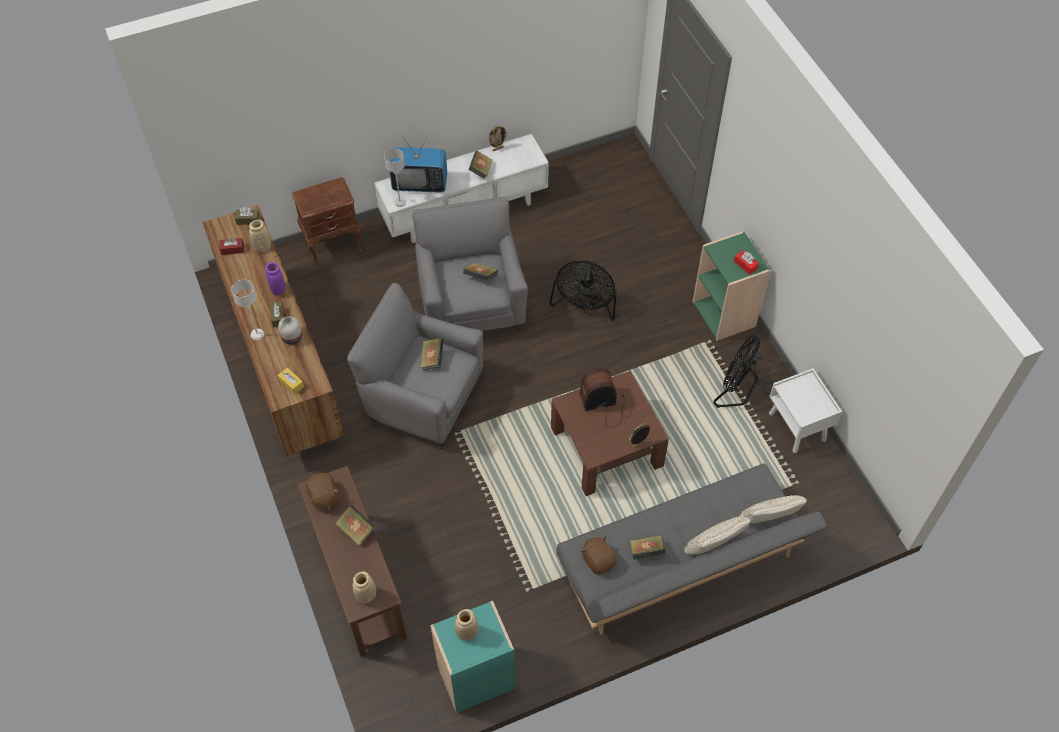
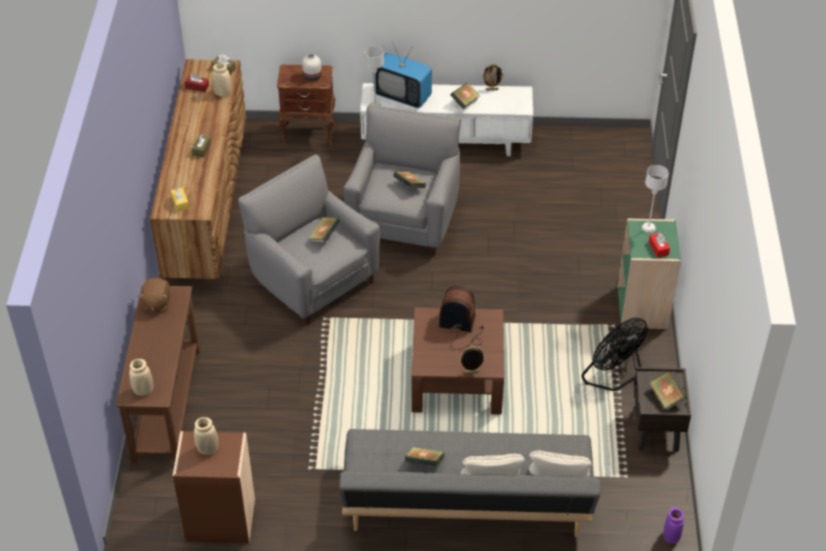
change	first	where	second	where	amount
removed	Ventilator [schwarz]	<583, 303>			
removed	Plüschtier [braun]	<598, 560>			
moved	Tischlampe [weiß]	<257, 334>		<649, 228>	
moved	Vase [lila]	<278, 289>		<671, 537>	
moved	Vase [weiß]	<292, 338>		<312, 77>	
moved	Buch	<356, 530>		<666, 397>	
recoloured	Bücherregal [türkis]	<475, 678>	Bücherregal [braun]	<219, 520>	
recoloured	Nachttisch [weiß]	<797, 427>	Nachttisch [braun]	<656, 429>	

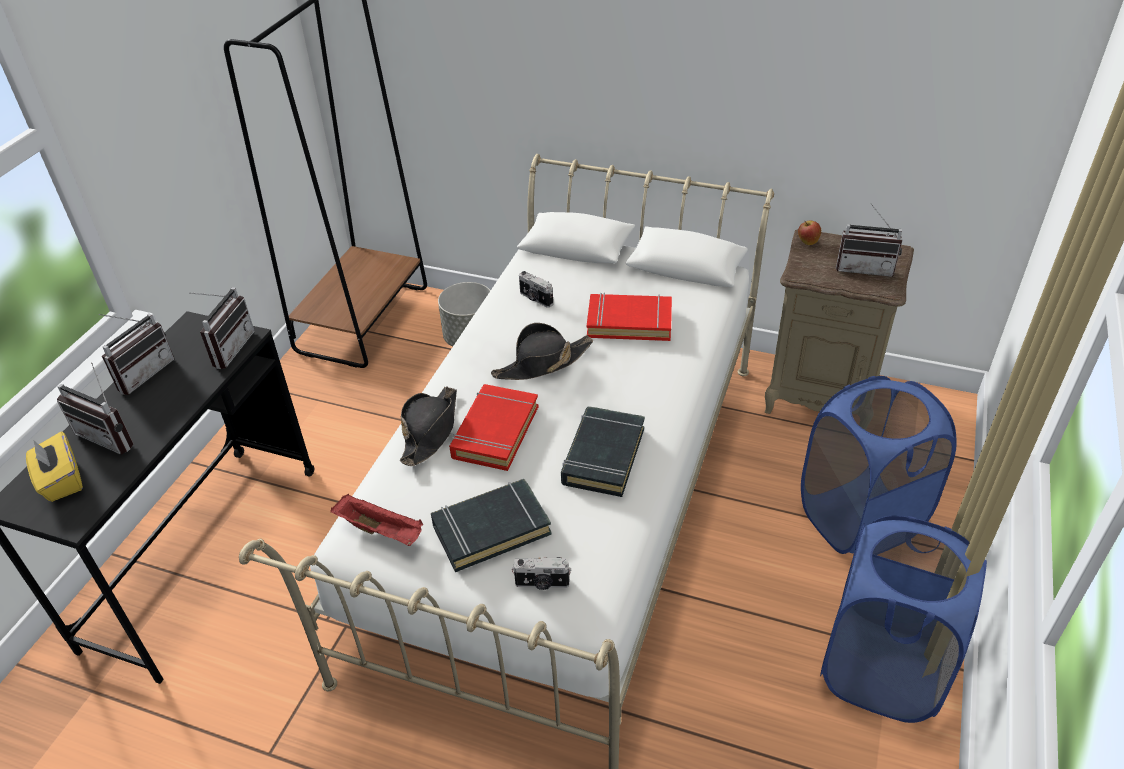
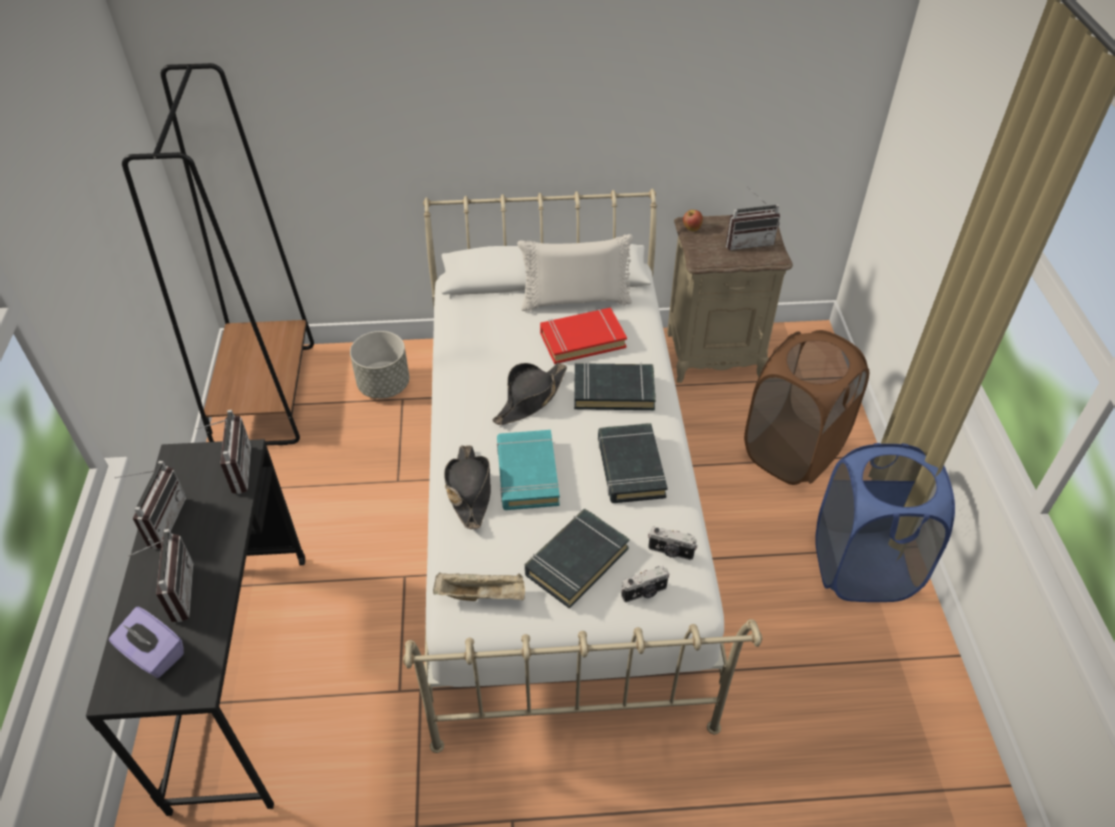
change	first	where	second	where	amount
added			Kissen [weiß]	<575, 300>	
added			Buch [schwarz]	<613, 391>	
moved	Kamera	<535, 299>		<670, 552>	
recoloured	Taschentuchbox [gelb]	<61, 481>	Taschentuchbox [lila]	<153, 654>	
recoloured	Tablett [rot]	<381, 530>	Tablett [beige]	<482, 594>	
recoloured	Buch [rot]	<495, 432>	Buch [türkis]	<527, 474>	
recoloured	Wäschekorb [blau]	<860, 519>	Wäschekorb [braun]	<792, 451>	
turned	Radio	<112, 435>		<174, 593>	105 degrees counterclockwise

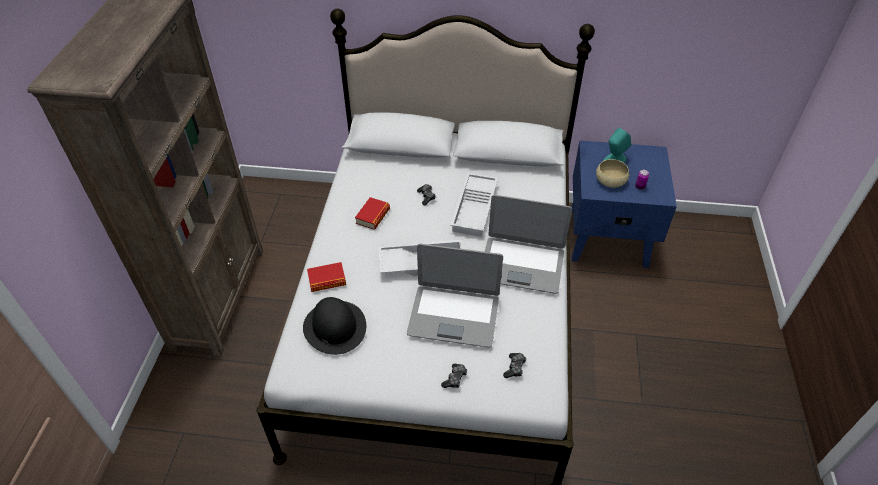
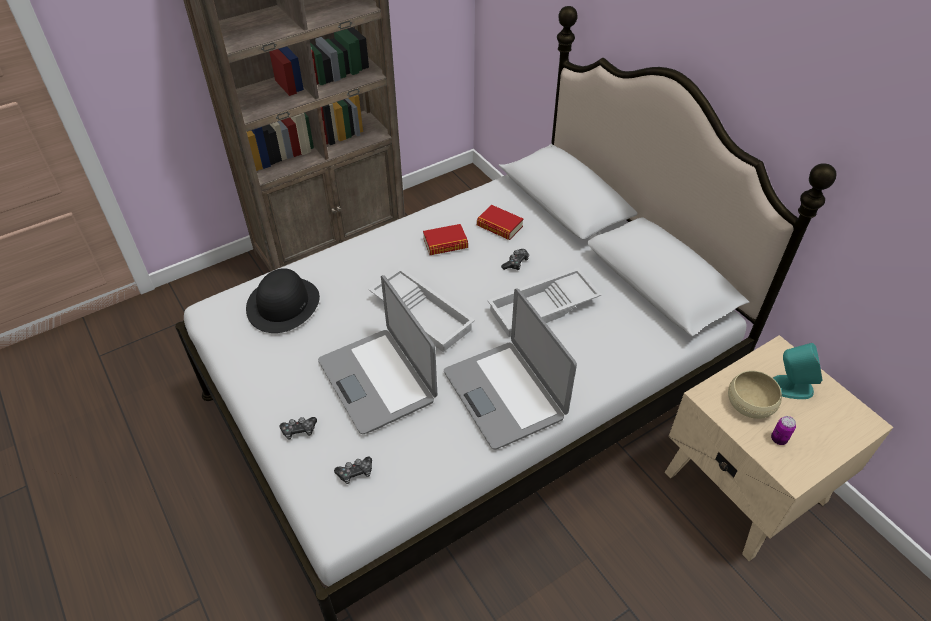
change	first	where	second	where	amount
moved	Buch	<327, 280>		<499, 226>	
recoloured	Nachttisch [blau]	<609, 237>	Nachttisch [beige]	<746, 488>	

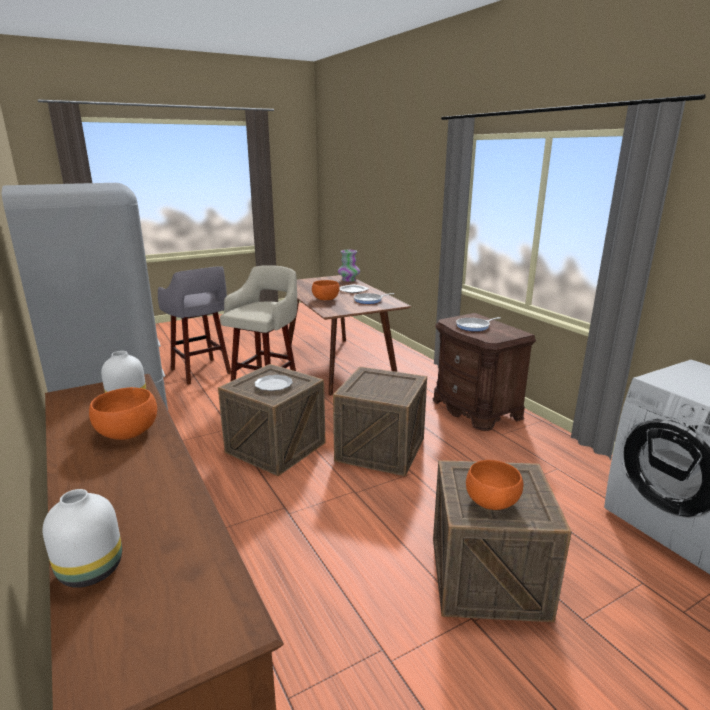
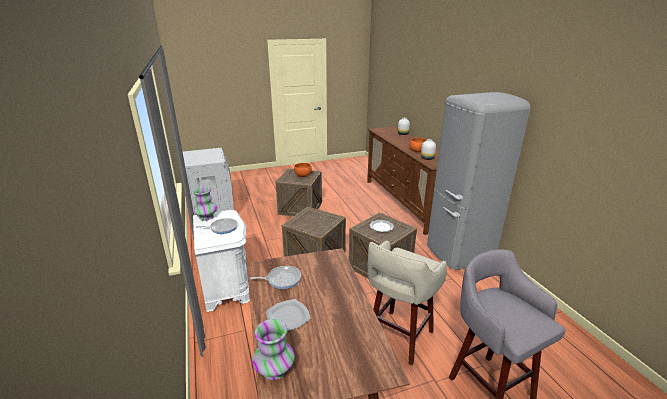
change	first	where	second	where	amount
removed	Schüssel [orange]	<325, 299>			
added			Vase	<206, 217>	
recoloured	Nachttisch [braun]	<473, 409>	Nachttisch [weiß]	<228, 285>	

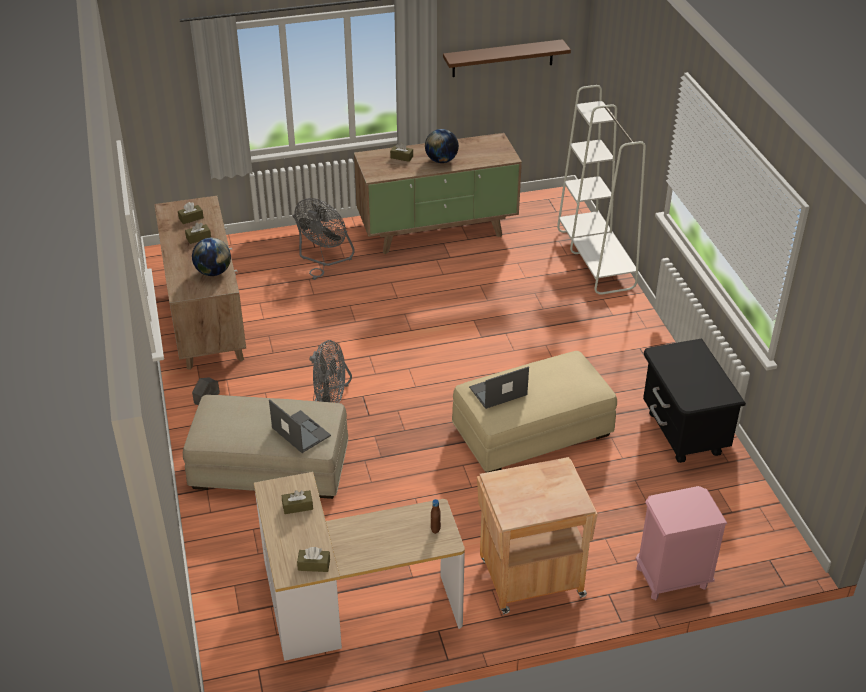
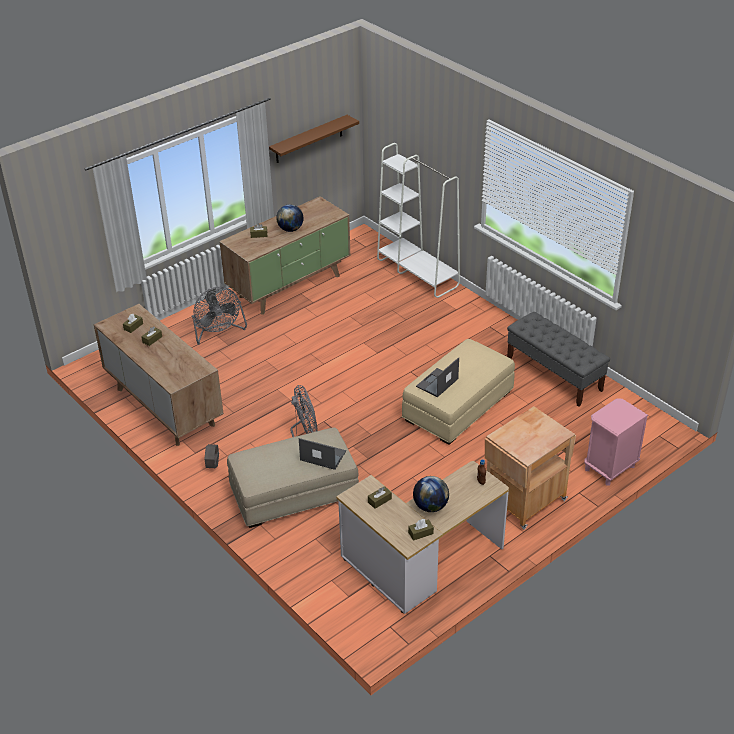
change	first	where	second	where	amount
moved	Globus	<213, 272>		<430, 506>	
replaced	Nachttisch [schwarz]	<681, 433>	Bank [grau]	<554, 375>	
turned	Ventilator [grau]	<320, 258>		<216, 332>	150 degrees clockwise

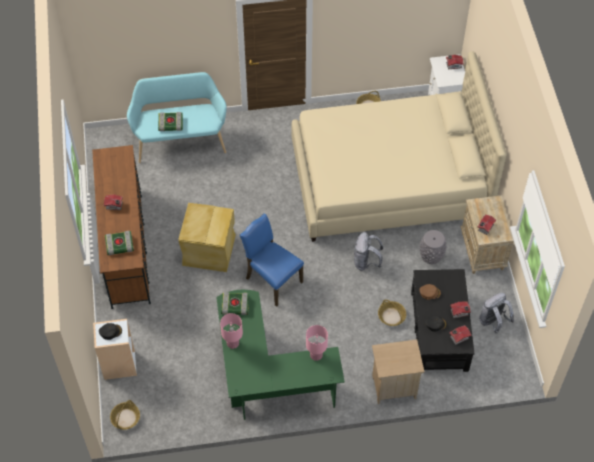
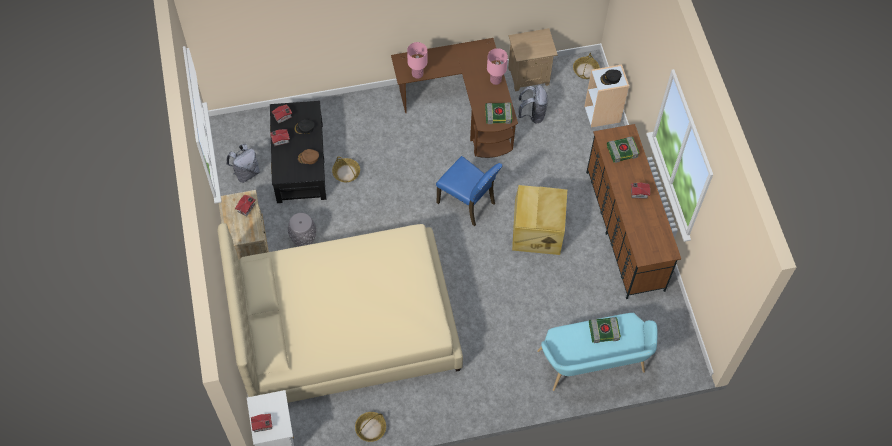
change	first	where	second	where	amount
moved	Rucksack [grau]	<366, 262>		<532, 114>	
moved	Nachttisch [beige]	<393, 386>		<529, 77>	
recoloured	Schreibtisch [grün]	<266, 379>	Schreibtisch [braun]	<463, 109>	

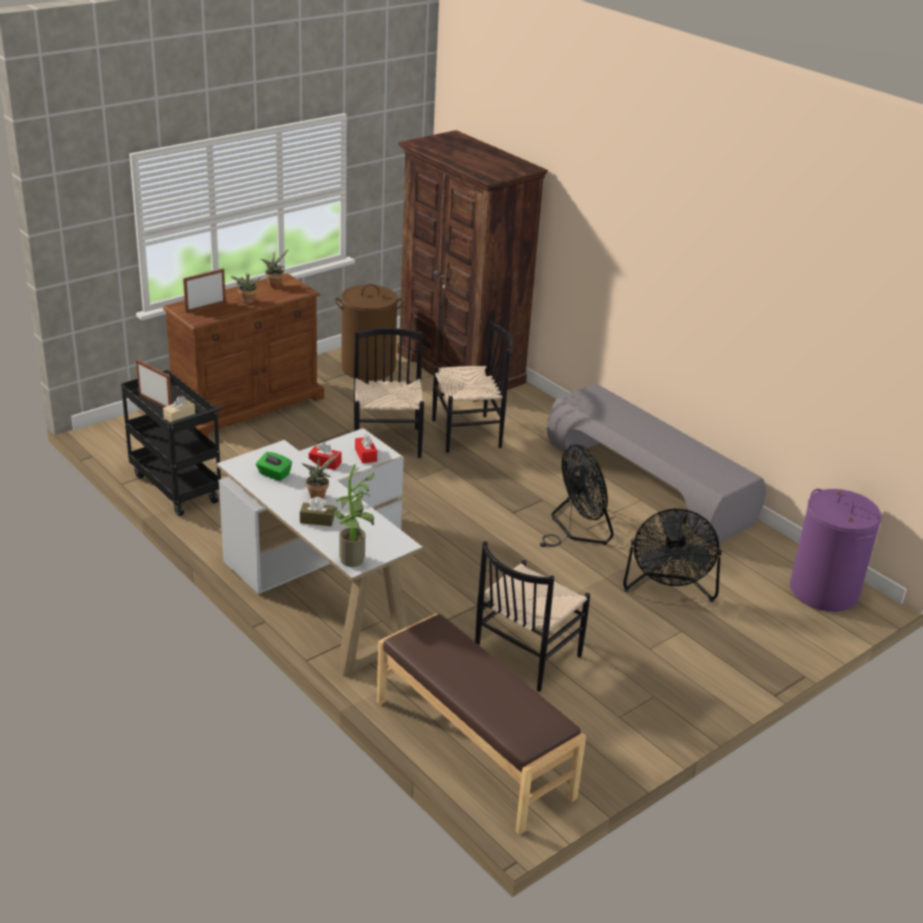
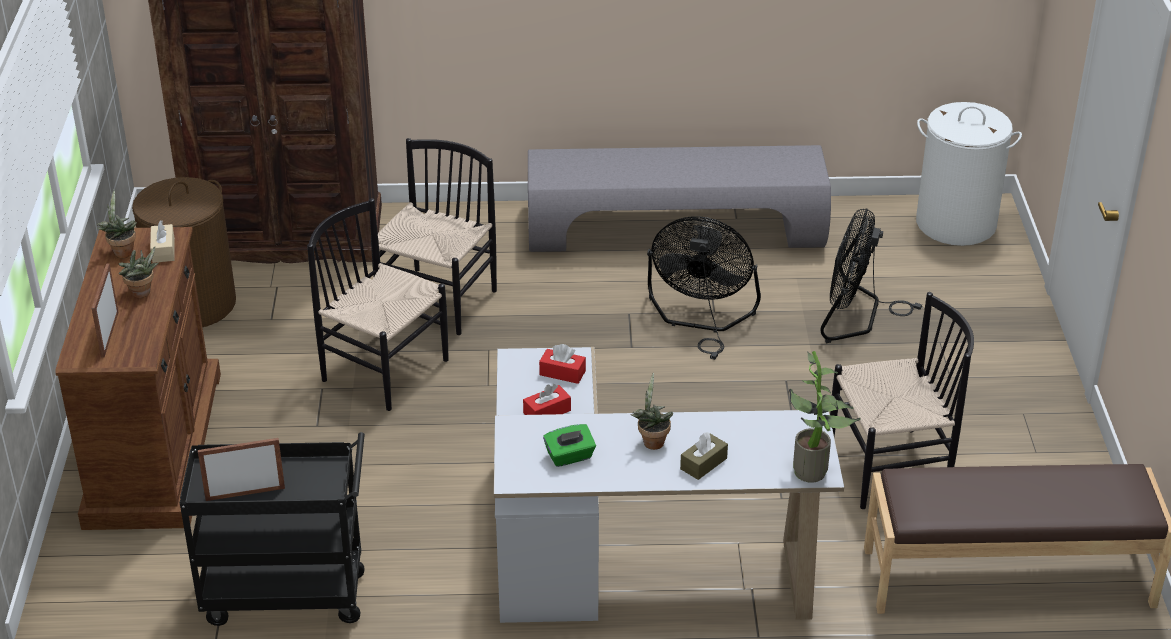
change	first	where	second	where	amount
moved	Taschentuchbox [beige]	<179, 416>		<163, 250>	
recoloured	Wäschekorb [lila]	<823, 591>	Wäschekorb [weiß]	<955, 224>	
turned	Stuhl [schwarz]	<524, 658>		<893, 468>	90 degrees counterclockwise
turned	Ventilator [schwarz]	<665, 585>		<858, 312>	150 degrees clockwise

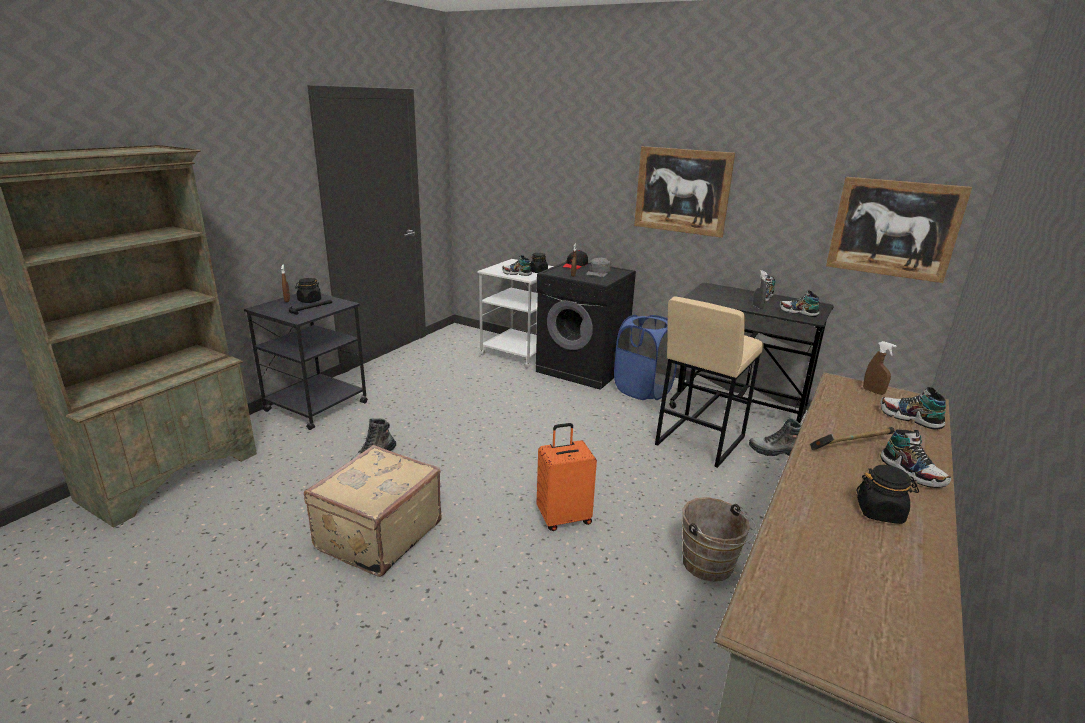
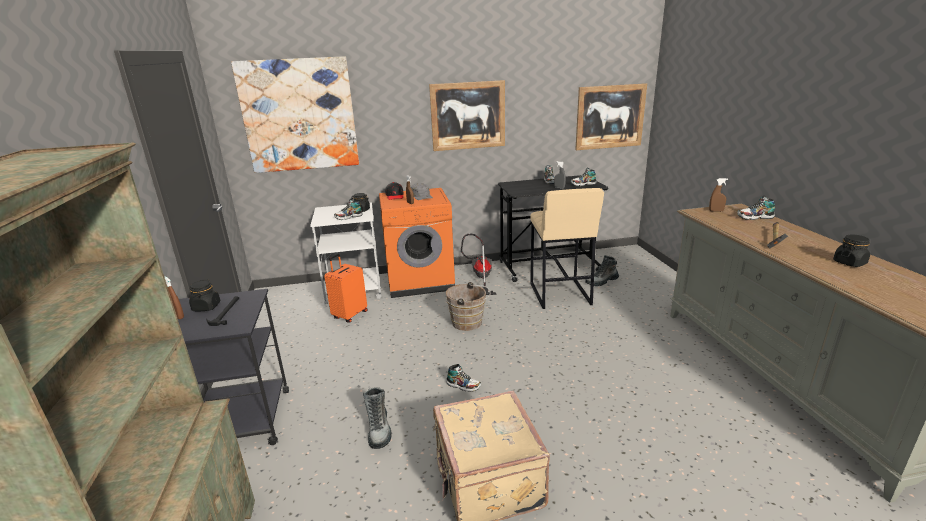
change	first	where	second	where	amount
added			Bild	<299, 115>	
moved	Koffer [orange]	<564, 518>		<349, 315>	
moved	Eimer [braun]	<710, 566>		<469, 323>	
moved	Schuh	<912, 473>		<463, 385>	
replaced	Wäschekorb [blau]	<643, 390>	Staubsauger	<480, 278>	
recoloured	Waschmaschine [schwarz]	<581, 370>	Waschmaschine [orange]	<420, 283>	

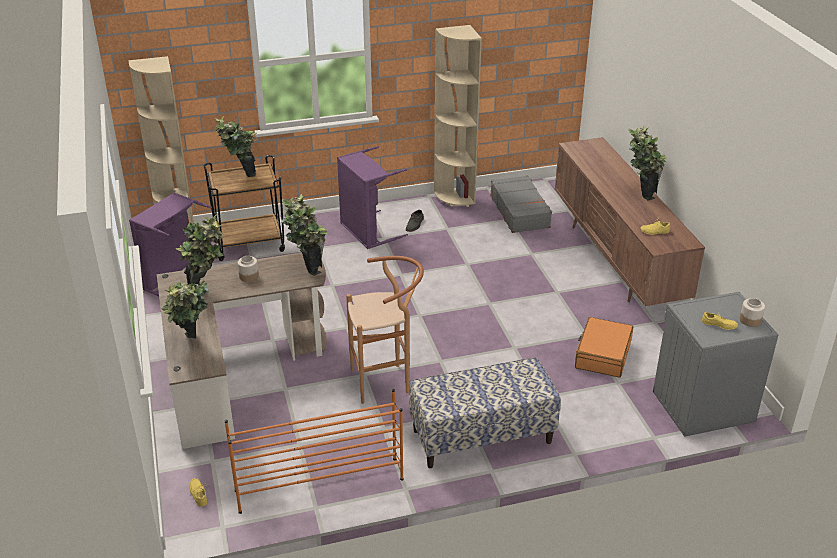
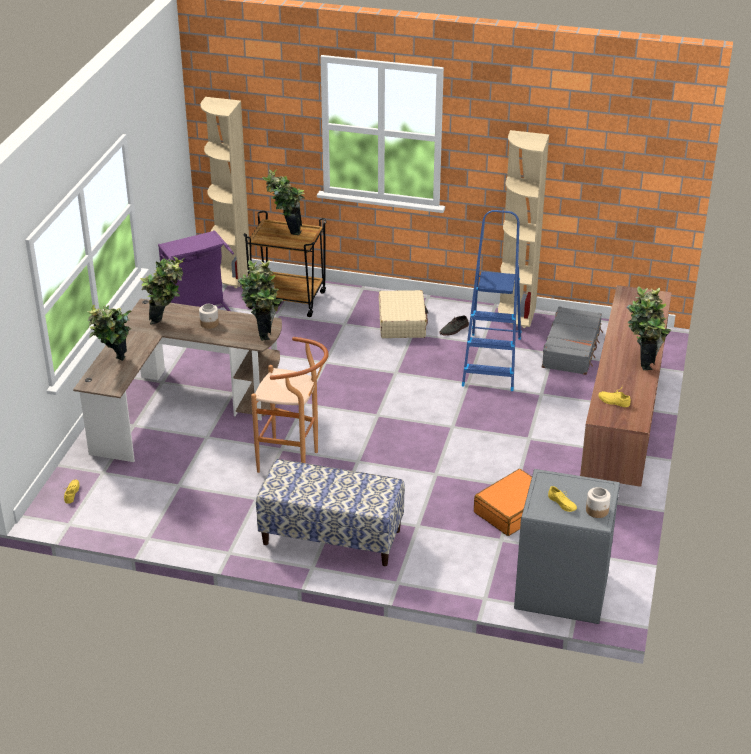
change	first	where	second	where	amount
removed	Schuhregal [orange]	<318, 485>			
added			Trittleiter [blau]	<492, 361>	
replaced	Wäschekorb [lila]	<367, 232>	Koffer [beige]	<402, 323>	

